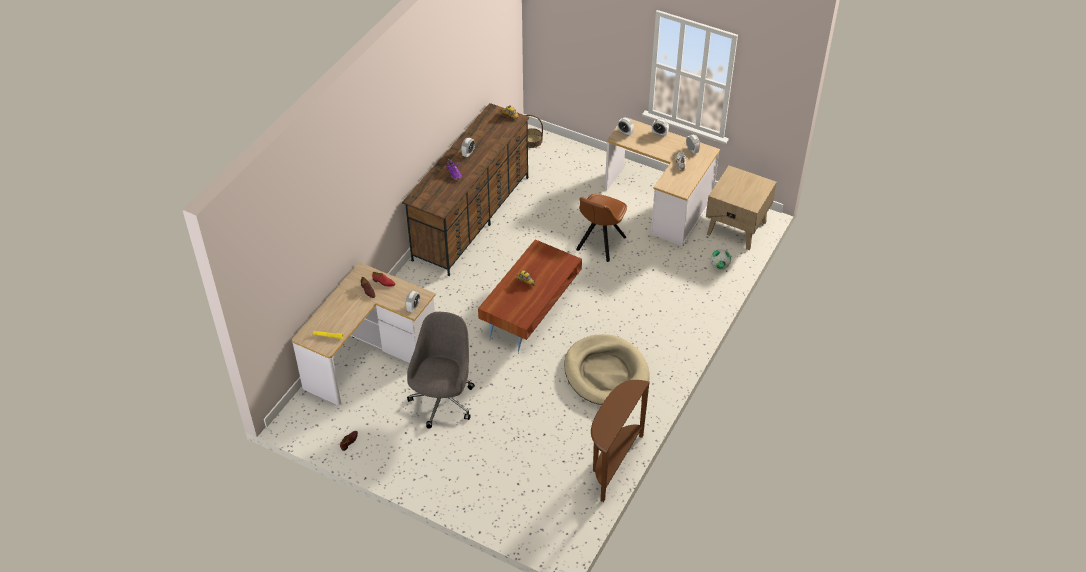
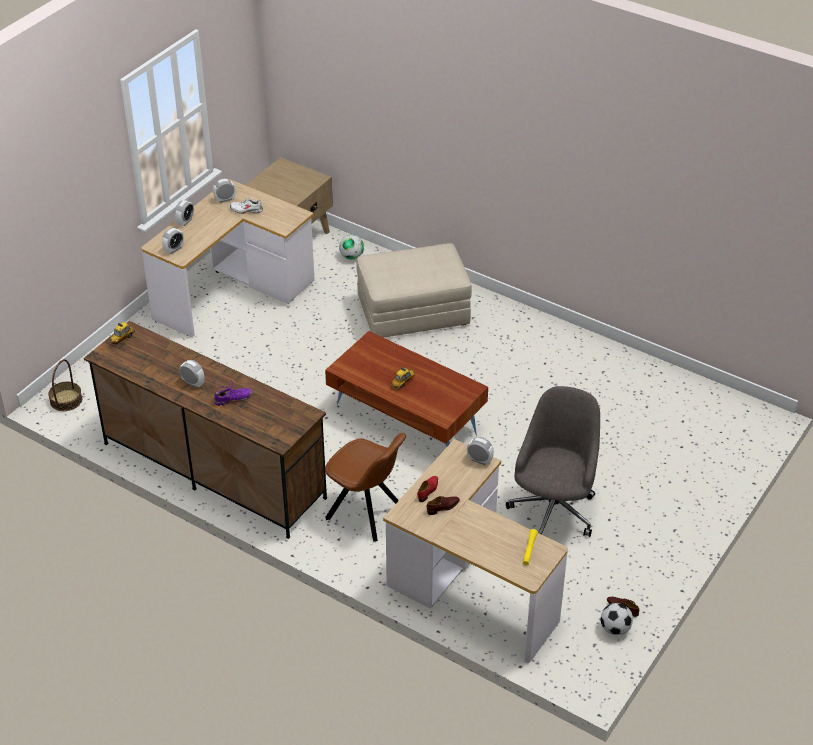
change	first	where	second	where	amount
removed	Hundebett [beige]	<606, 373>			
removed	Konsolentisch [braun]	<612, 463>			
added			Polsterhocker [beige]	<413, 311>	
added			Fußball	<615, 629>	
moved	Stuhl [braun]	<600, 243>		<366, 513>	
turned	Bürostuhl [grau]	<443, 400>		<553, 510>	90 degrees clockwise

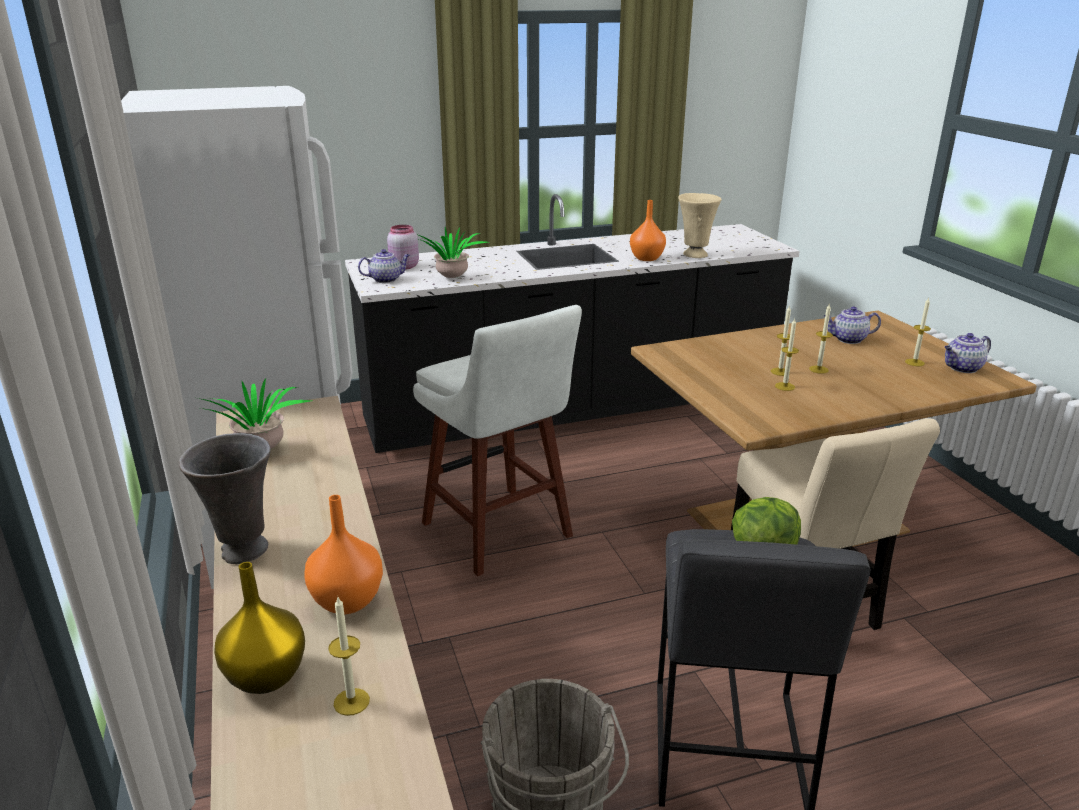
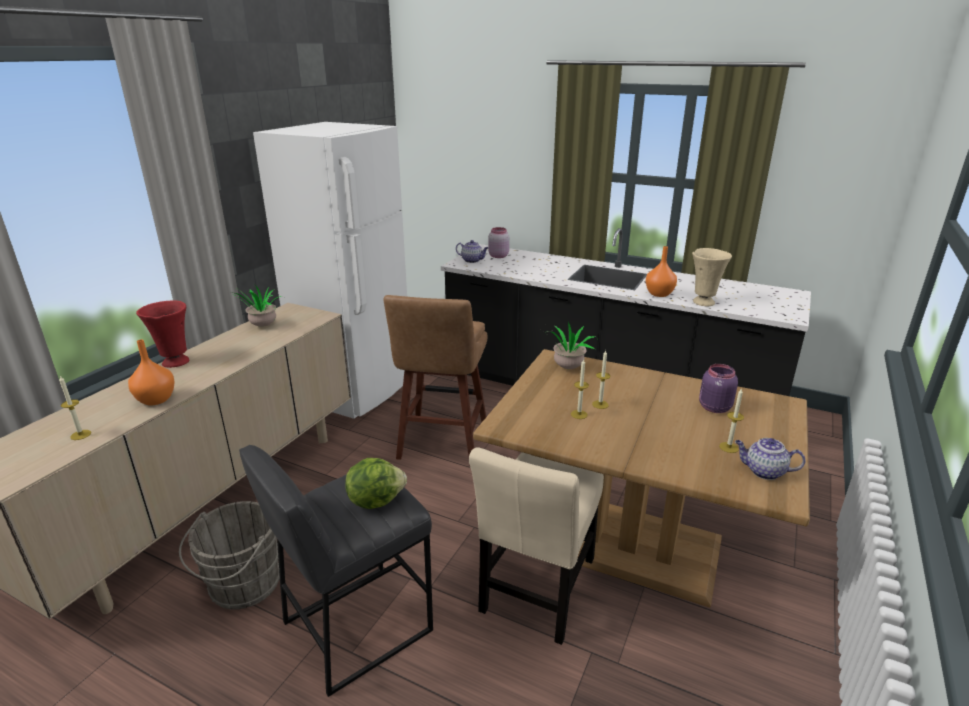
change	first	where	second	where	amount
removed	Vase [gelb]	<265, 678>			
removed	Kerze	<818, 369>			
moved	Topfpflanze	<452, 279>		<567, 369>	
replaced	Teekanne	<848, 339>	Vorratsglas [lila]	<713, 407>	
recoloured	Vase [grau]	<243, 551>	Vase [rot]	<174, 362>	
recoloured	Hocker [weiß]	<499, 532>	Hocker [braun]	<442, 443>	

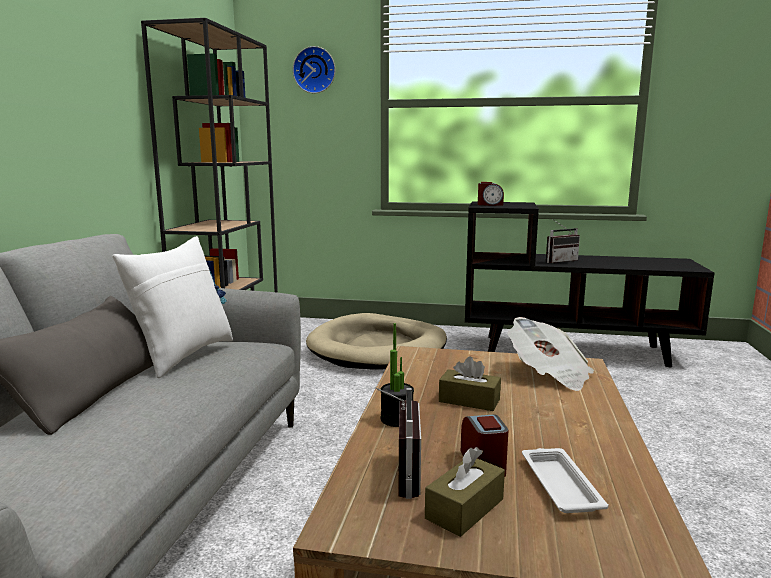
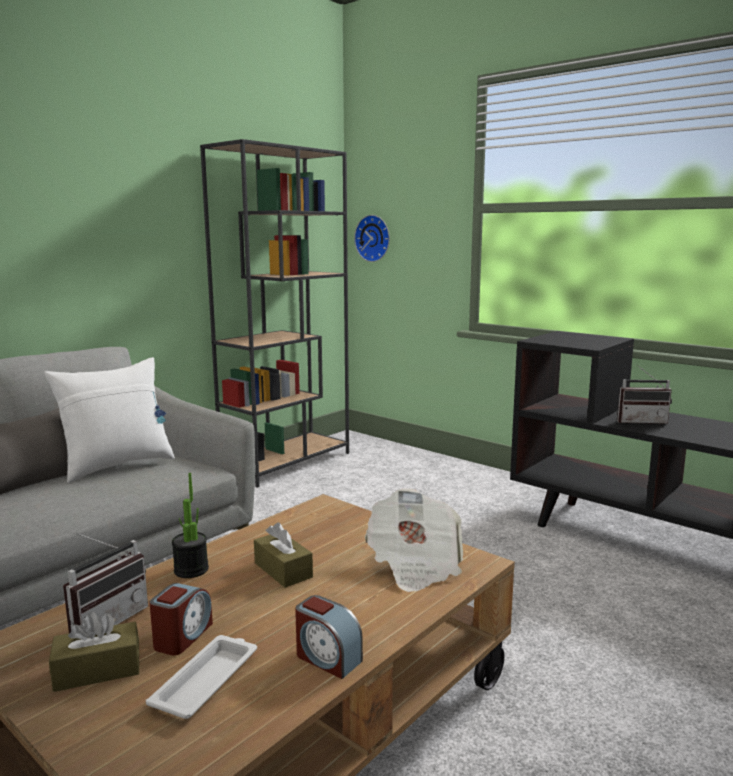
change	first	where	second	where	amount
removed	Hundebett [beige]	<378, 348>			
moved	Wanduhr	<315, 70>		<374, 238>	
moved	Wecker	<490, 204>		<327, 658>	

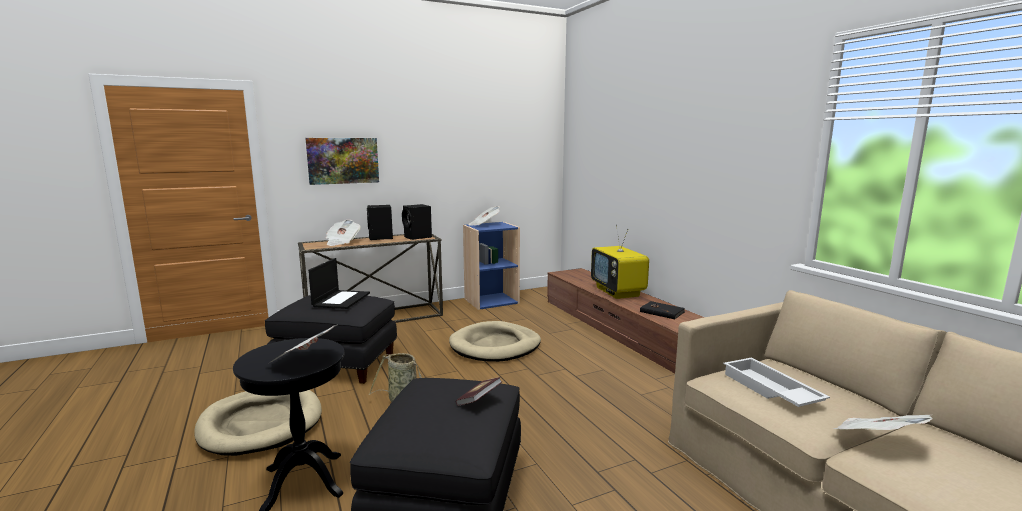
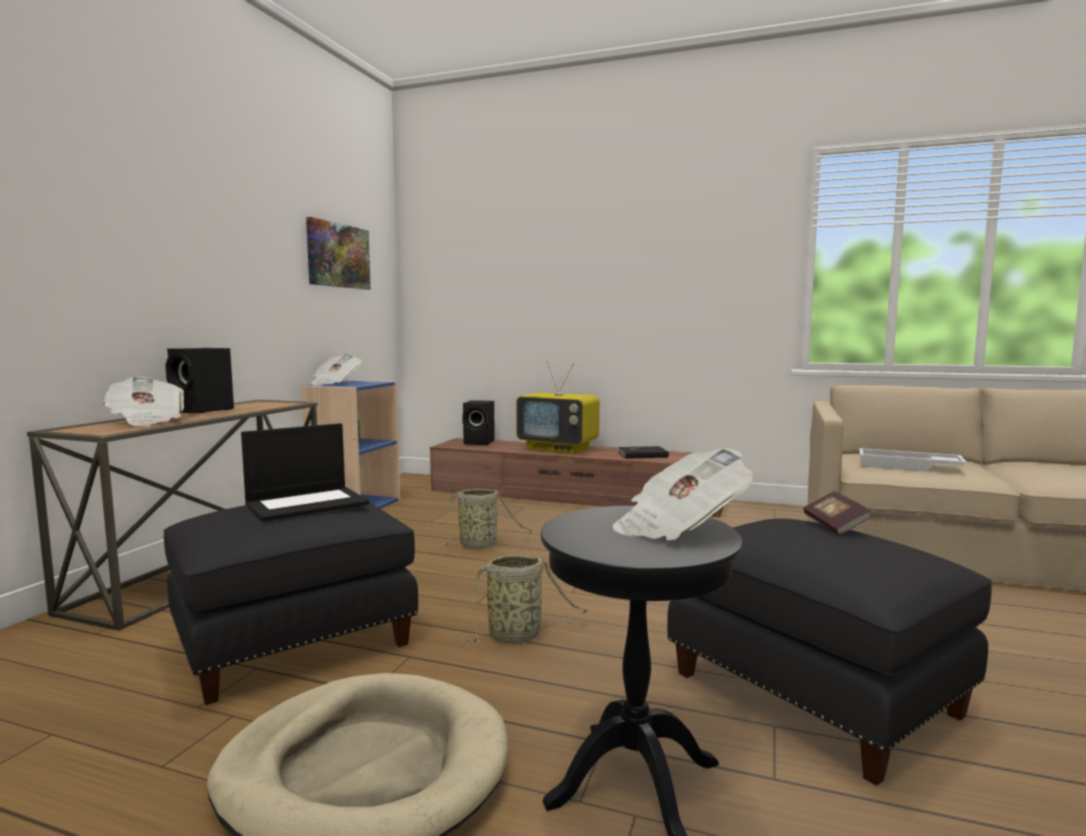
change	first	where	second	where	amount
removed	Zeitung	<876, 441>			
moved	Bild	<343, 160>		<338, 255>	
moved	Lautsprecher [schwarz]	<418, 237>		<480, 442>	
replaced	Hundebett [beige]	<495, 346>	Korb	<481, 545>	
turned	Laptop	<341, 299>		<307, 504>	90 degrees clockwise

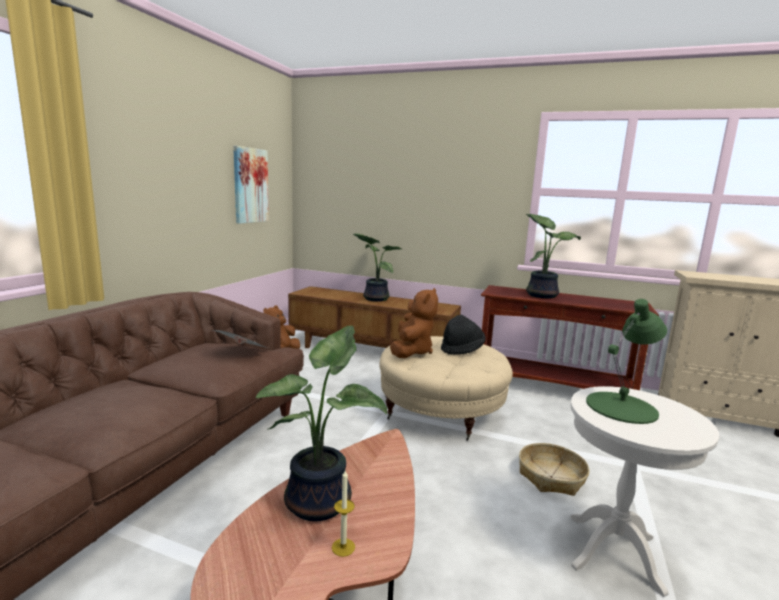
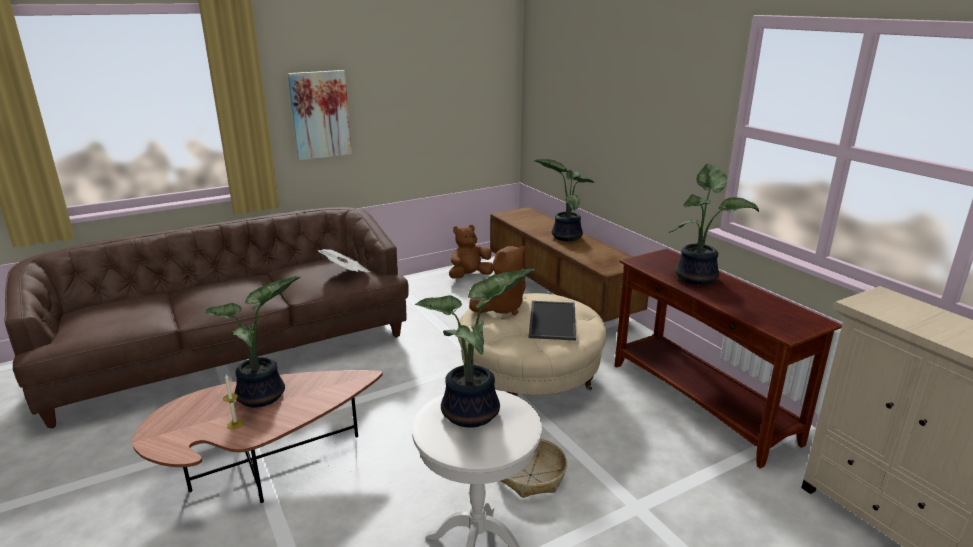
change	first	where	second	where	amount
moved	Bild	<250, 185>		<320, 115>	
replaced	Hut [schwarz]	<462, 349>	Tablett	<551, 320>	
replaced	Tischlampe [grün]	<622, 407>	Topfpflanze	<474, 414>	

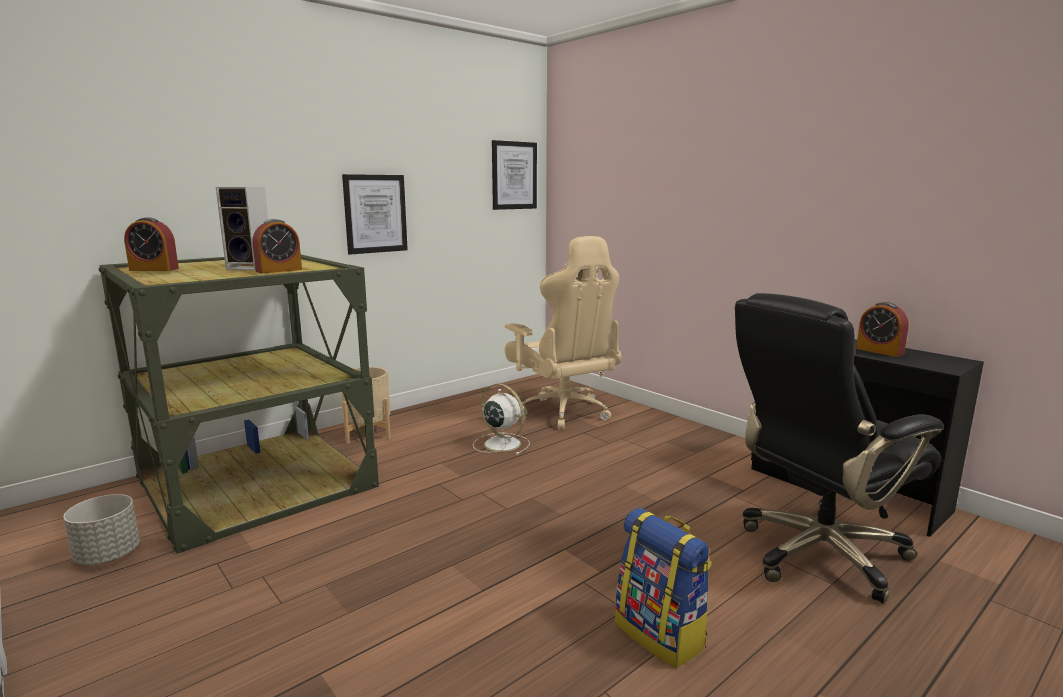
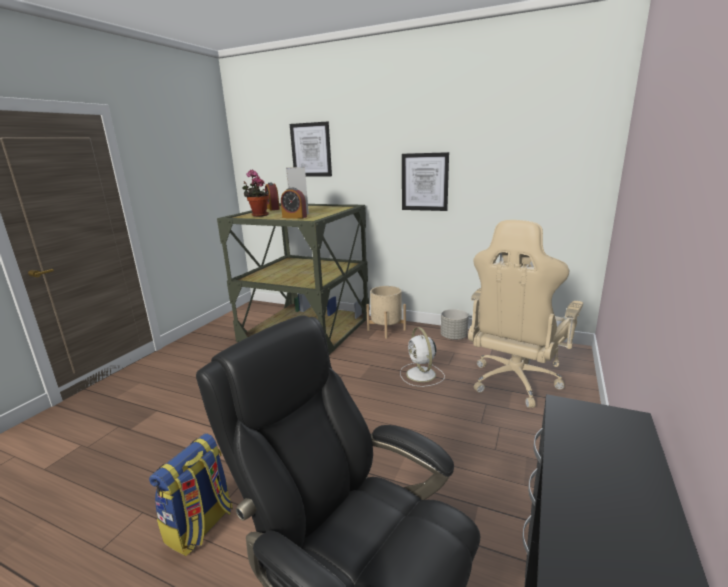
change	first	where	second	where	amount
removed	Wecker	<879, 351>			
added			Topfpflanze	<258, 215>	
moved	Pflanzkübel [grau]	<108, 556>		<454, 337>	
moved	Bild	<514, 175>		<311, 150>	
turned	Ventilator [weiß]	<501, 443>		<421, 375>	150 degrees clockwise

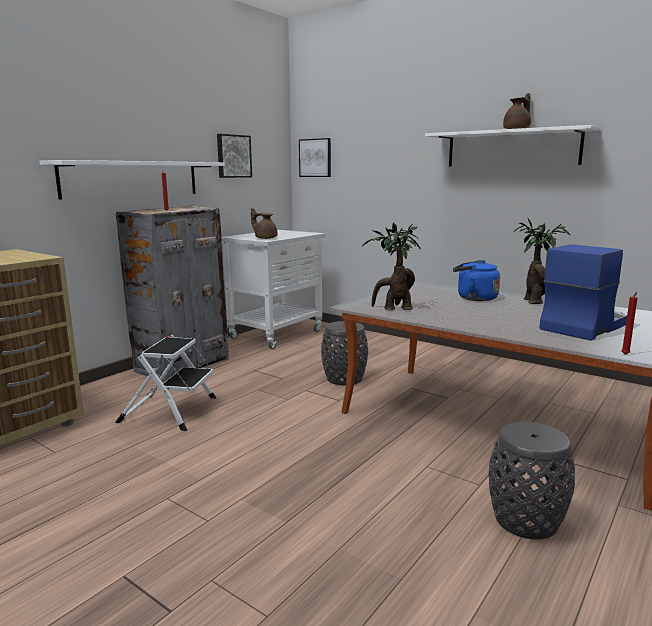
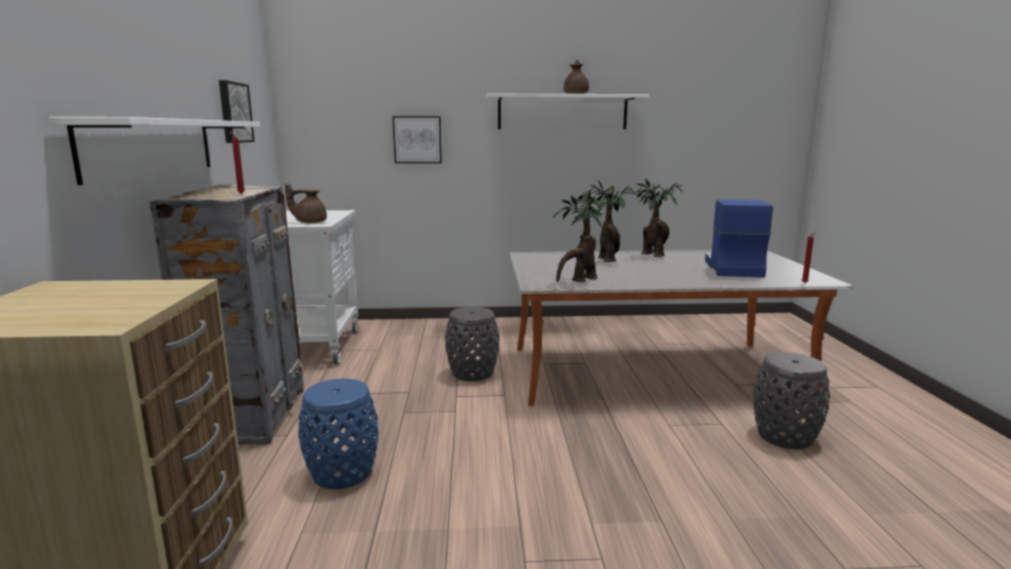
change	first	where	second	where	amount
moved	Bild	<315, 158>		<417, 139>	
replaced	Trittleiter	<169, 410>	Hocker [blau]	<342, 473>	
replaced	Wasserkessel [blau]	<474, 298>	Topfpflanze	<607, 259>	

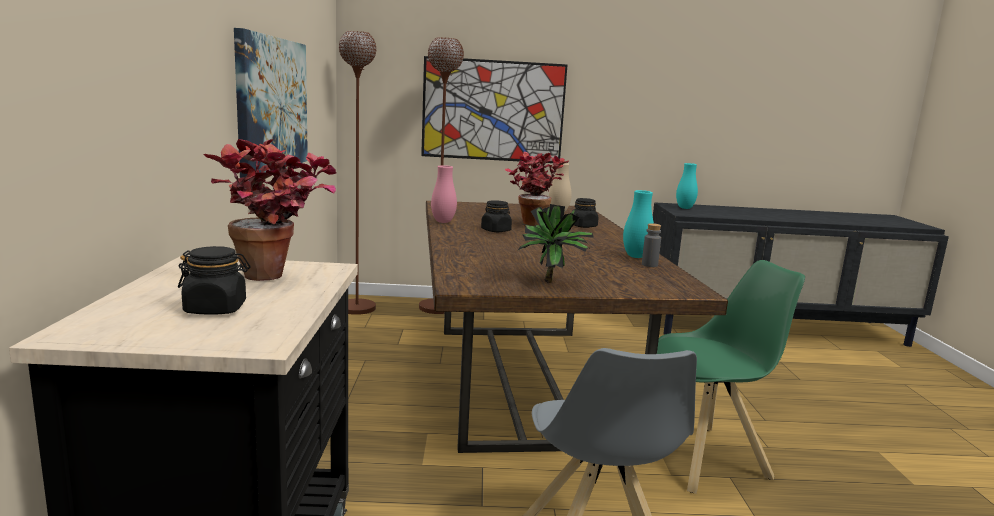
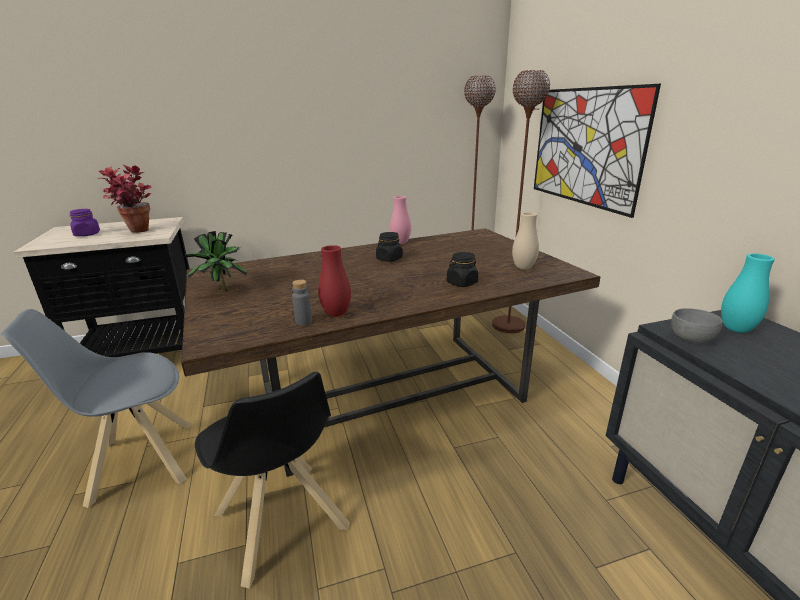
change	first	where	second	where	amount
removed	Bild	<272, 105>			
removed	Topfpflanze	<532, 224>			
added			Schüssel [grau]	<691, 340>	
recoloured	Vorratsglas [schwarz]	<216, 309>	Vorratsglas [lila]	<87, 234>	
recoloured	Vase [türkis]	<636, 256>	Vase [rot]	<336, 314>	
recoloured	Stuhl [grün]	<704, 456>	Stuhl [schwarz]	<282, 523>	

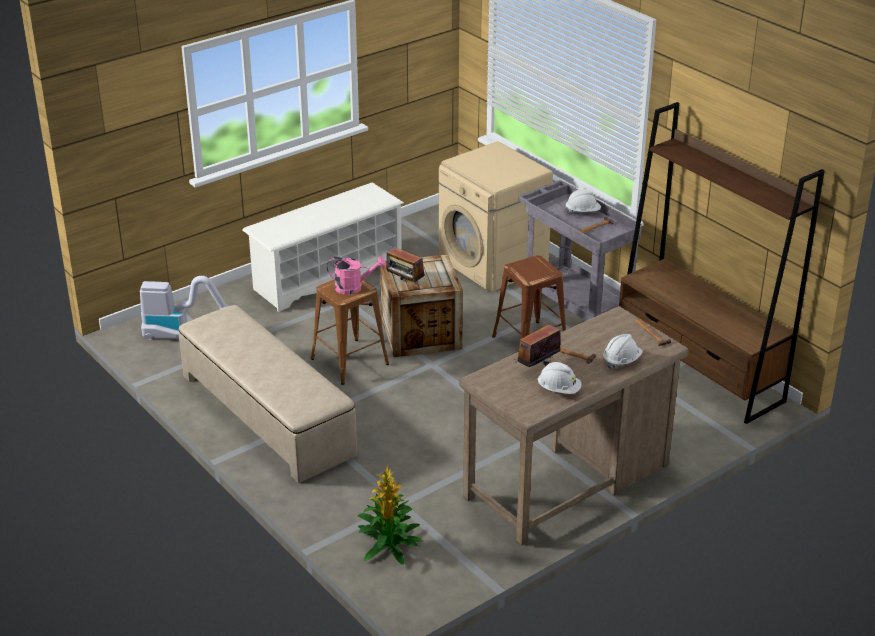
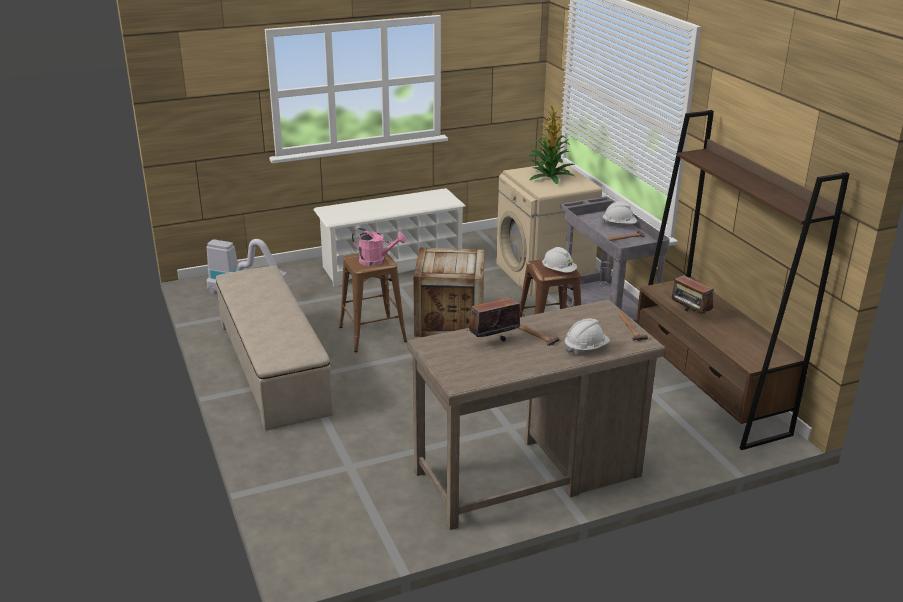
change	first	where	second	where	amount
moved	Topfpflanze	<389, 546>		<550, 177>	
moved	Radio	<405, 283>		<689, 315>	
moved	Schutzhelm [weiß]	<559, 390>		<558, 271>	

